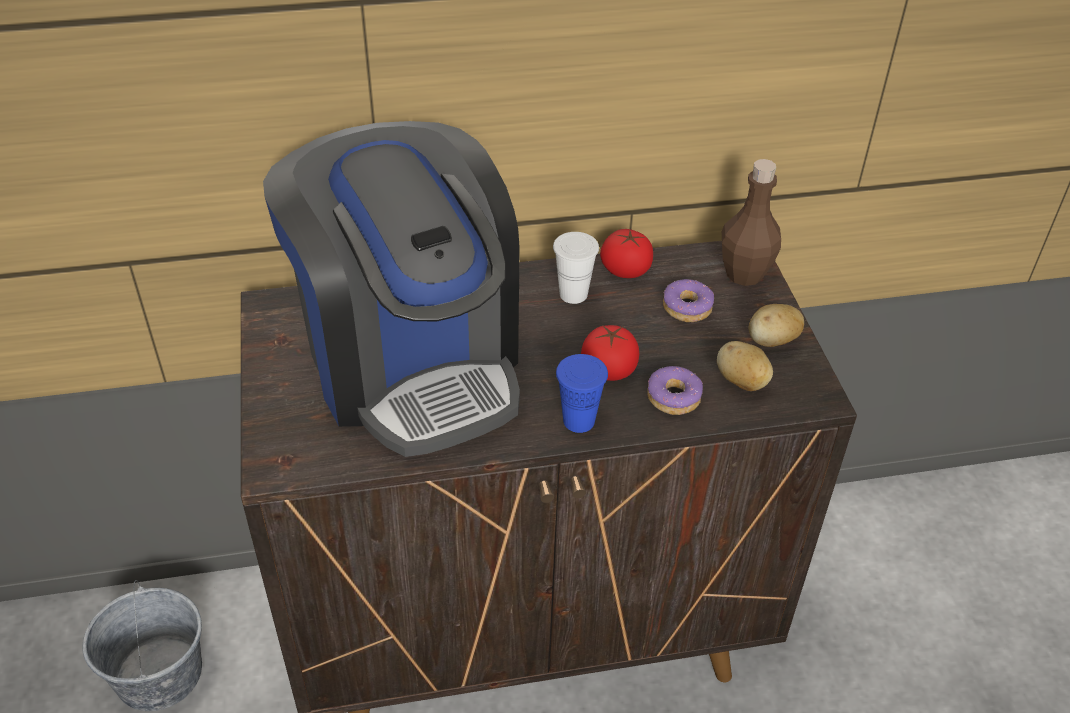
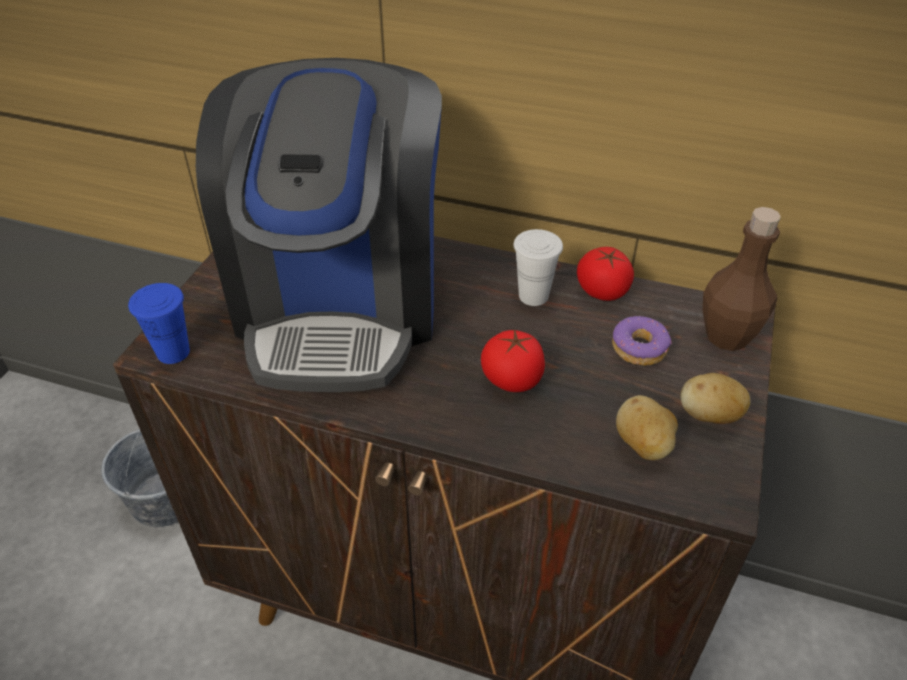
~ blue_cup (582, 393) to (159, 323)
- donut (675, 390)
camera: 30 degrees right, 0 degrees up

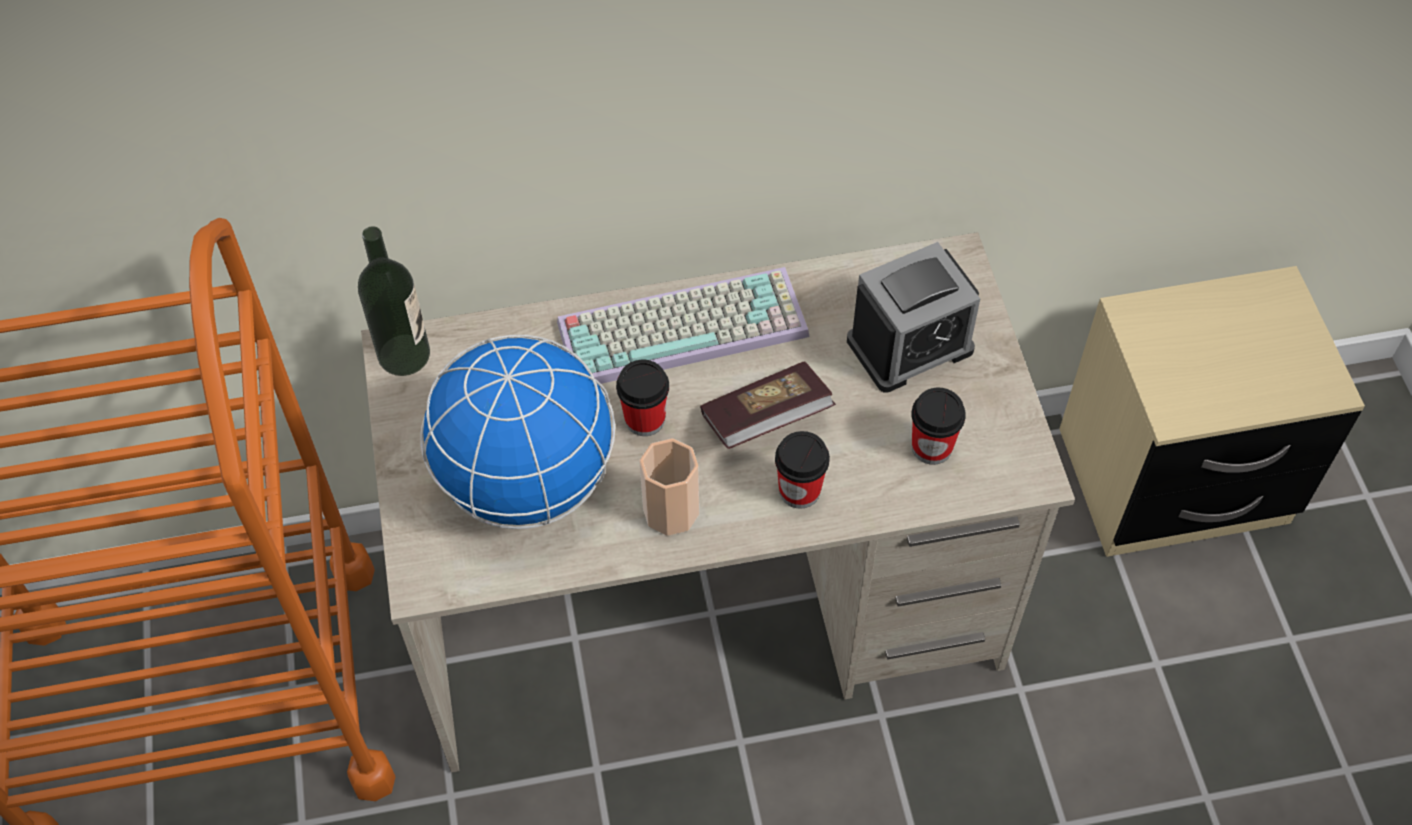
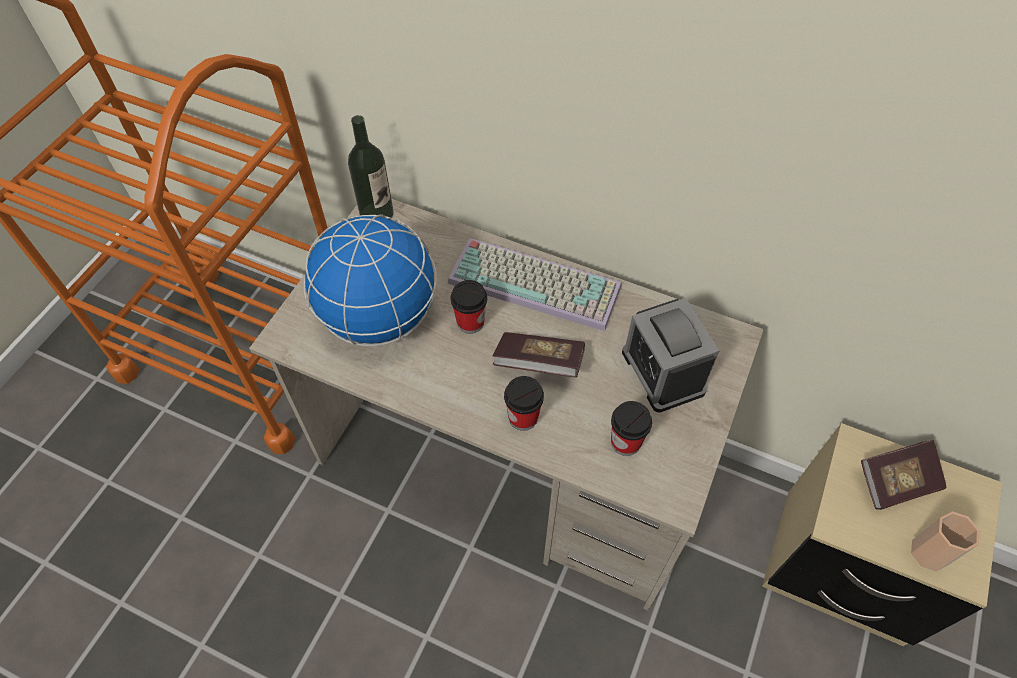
~ alarm_clock (913, 317) = (670, 355) 60 degrees clockwise
~ cup (669, 487) to (945, 541)
+ book (904, 475)
camera: 35 degrees right, 0 degrees up

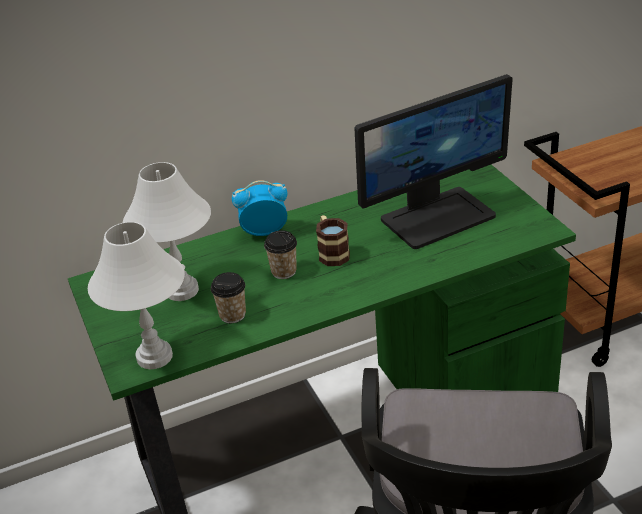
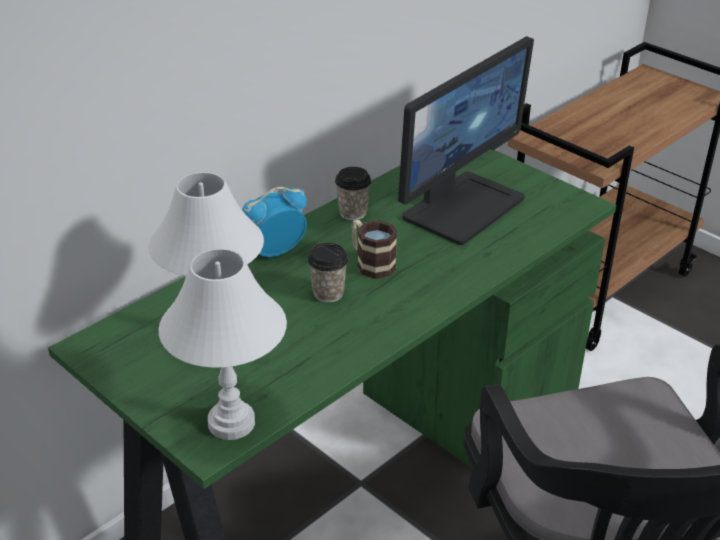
~ cup (228, 297) to (353, 193)
camera: 25 degrees left, 0 degrees up

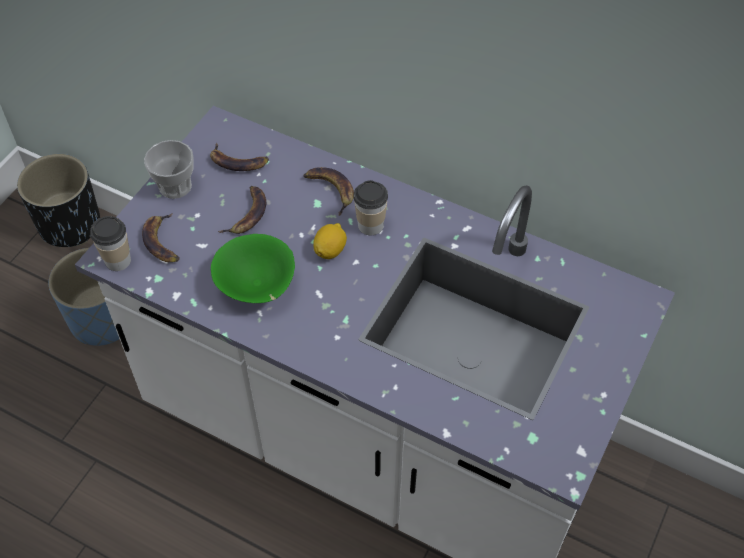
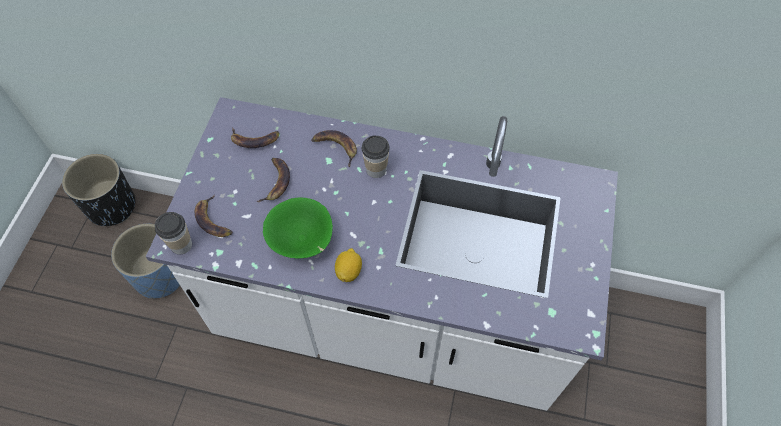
- cup (169, 169)
~ lemon (330, 241) to (348, 265)
camera: 15 degrees left, 5 degrees up

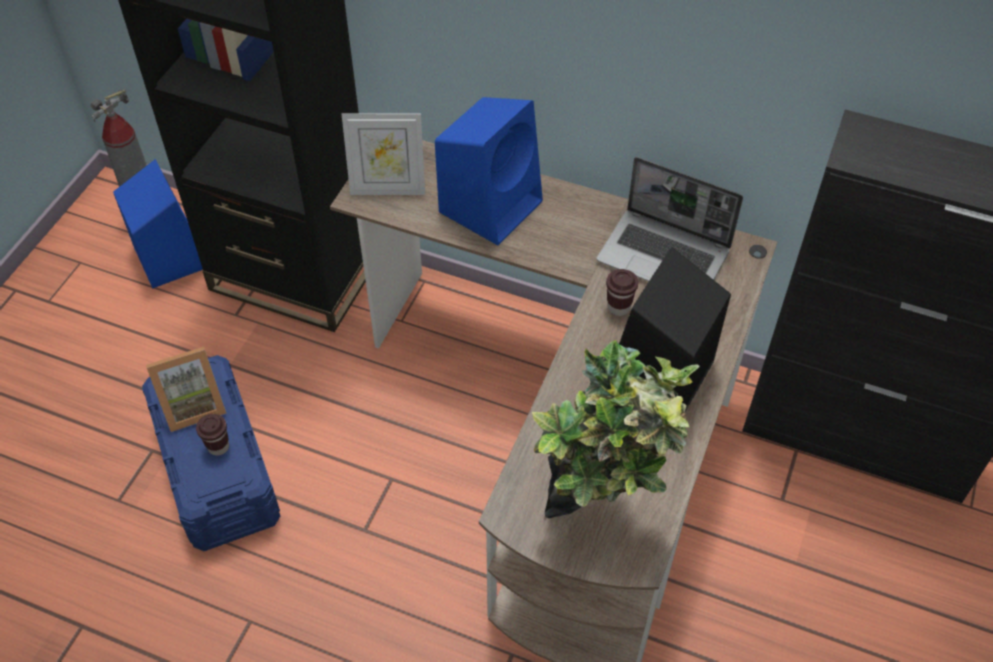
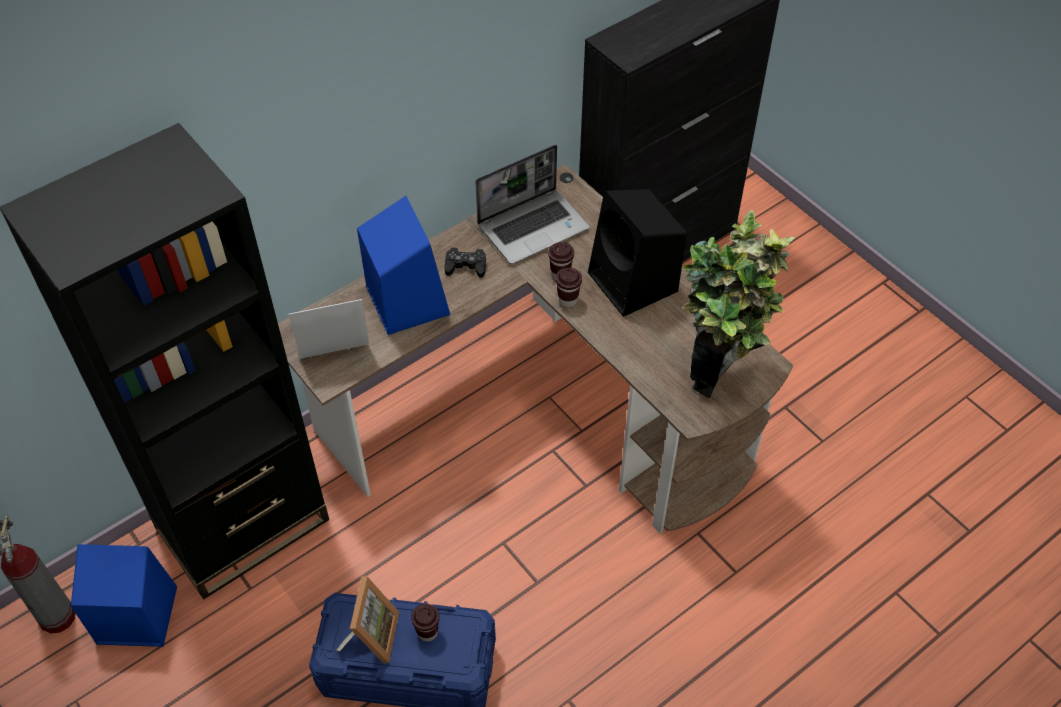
~ picture_frame (383, 154) = (329, 329) 135 degrees counterclockwise
+ black_game_controller (465, 262)
+ brown_cup (569, 287)
camera: 60 degrees left, 0 degrees up

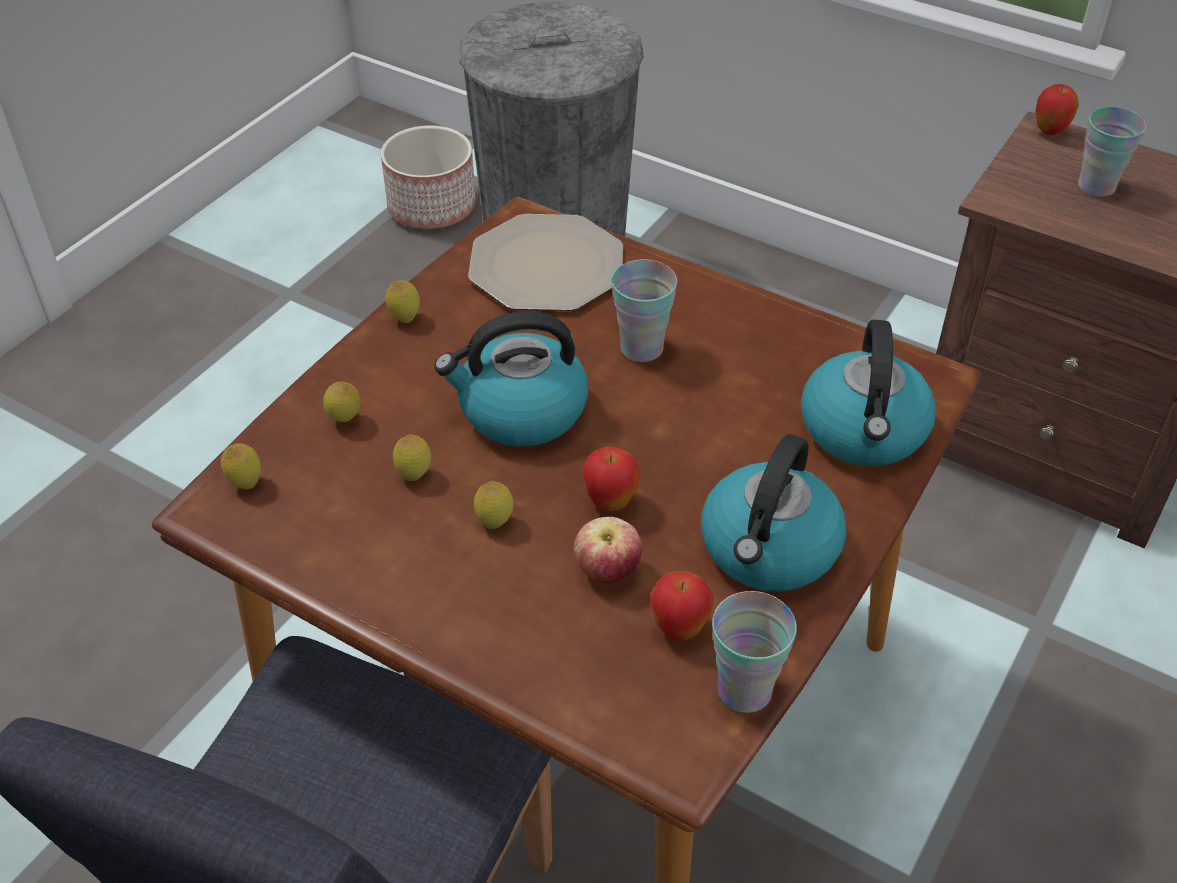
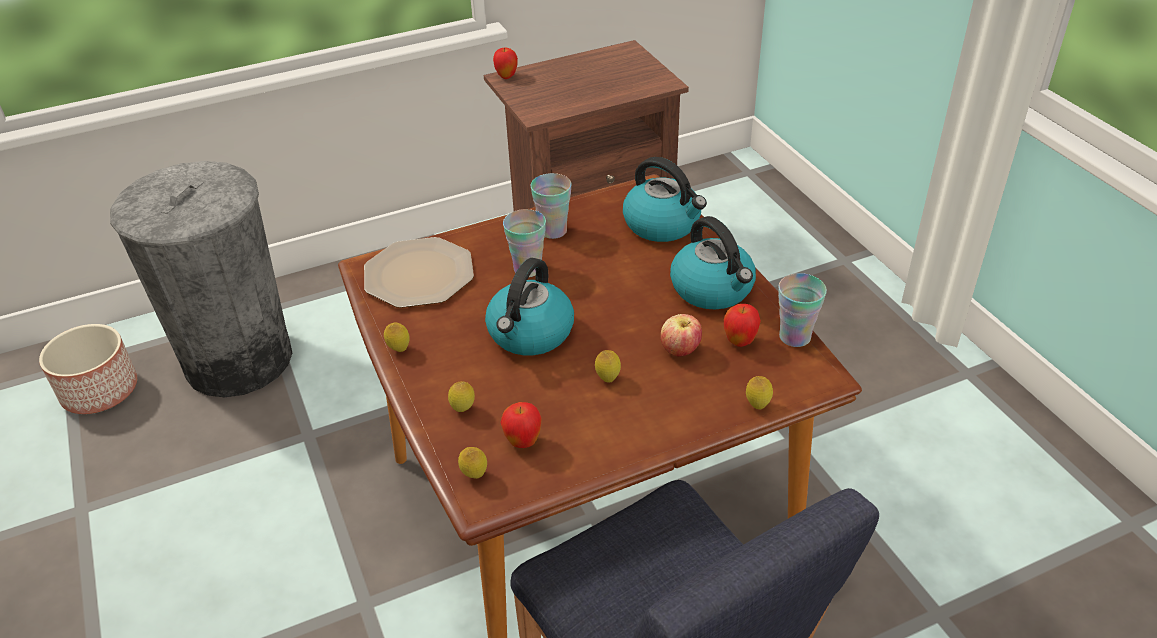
~ cup (1112, 152) to (551, 206)
~ lemon (412, 457) to (759, 393)
~ apple (611, 479) to (521, 425)
camera: 55 degrees left, 5 degrees down

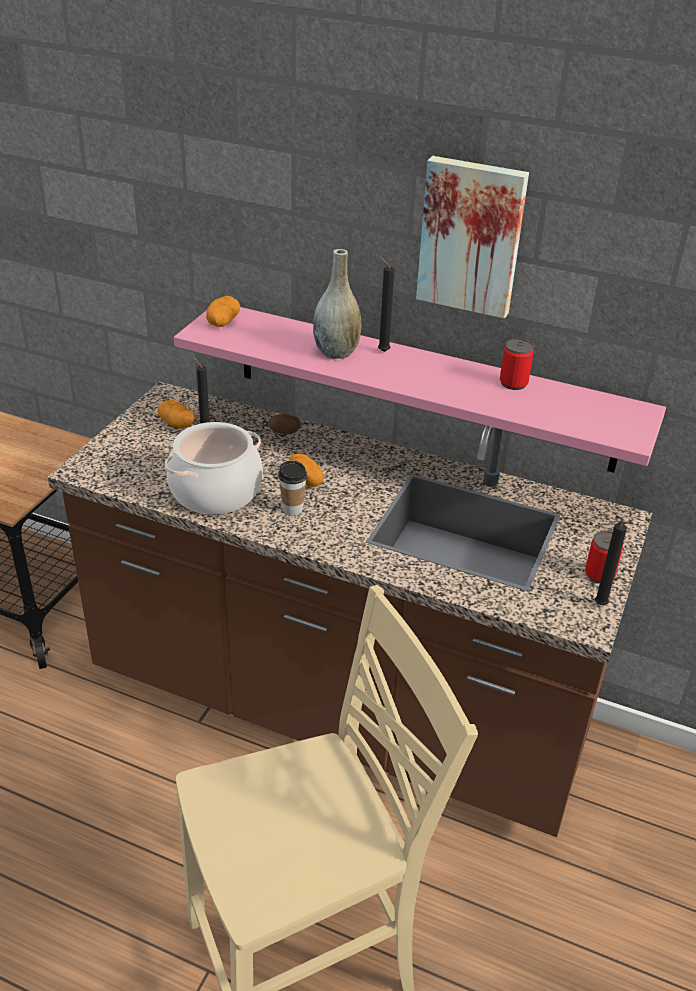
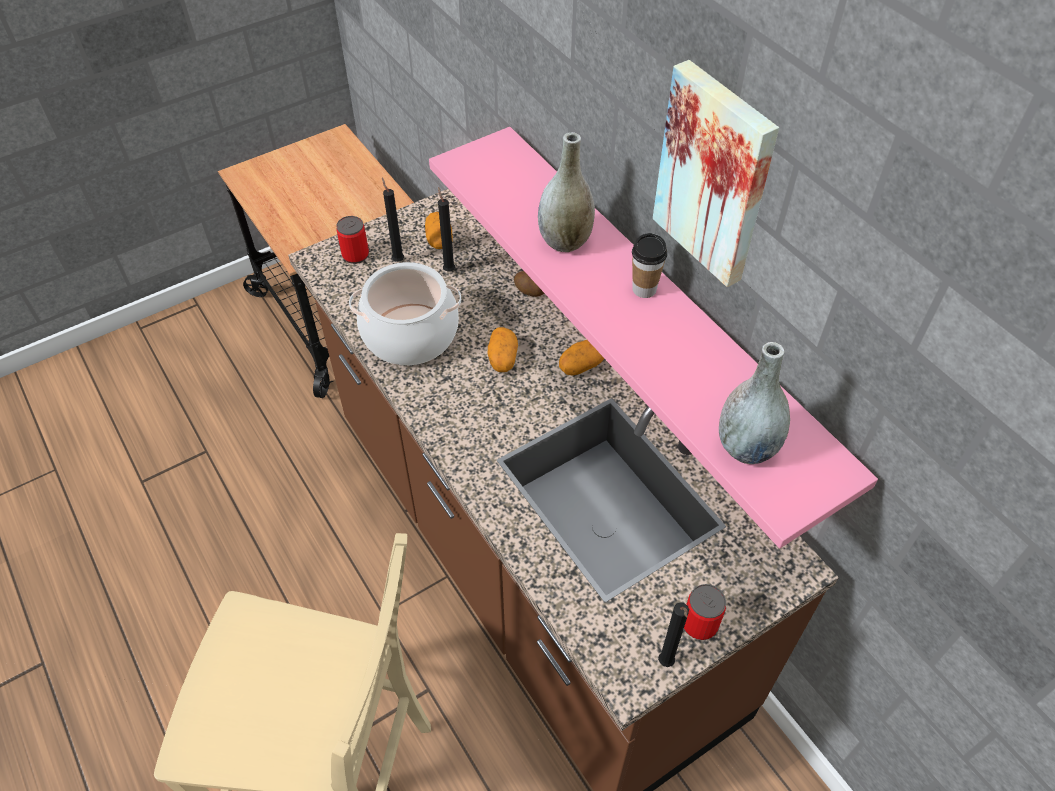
~ black_candle (386, 304) to (393, 220)
~ potato (223, 311) to (581, 358)
~ can (517, 364) to (352, 240)
~ cup (292, 488) to (649, 265)
+ grey_vase (754, 403)
camera: 35 degrees right, 15 degrees up

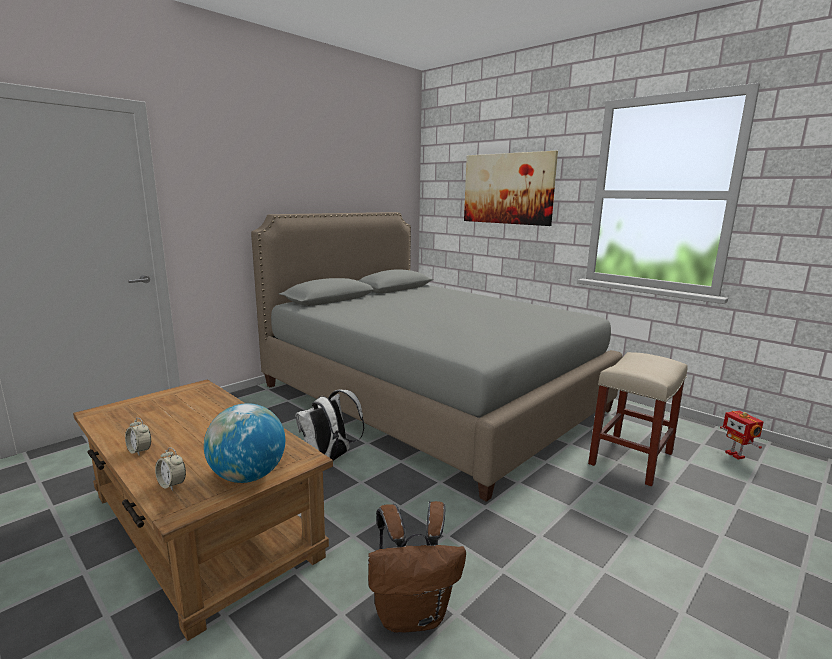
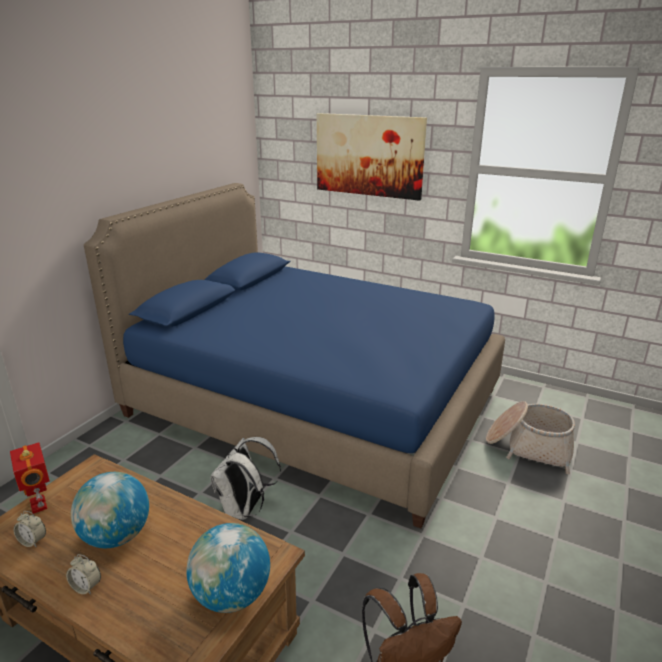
~ grey_bed (437, 357) to blue_bed (294, 355)
~ beige_stool (637, 419) to basket (530, 437)
~ toy_robot (741, 435) to (30, 478)
~ alarm_clock (170, 469) to (29, 529)
+ globe (110, 510)
camera: 15 degrees left, 10 degrees up

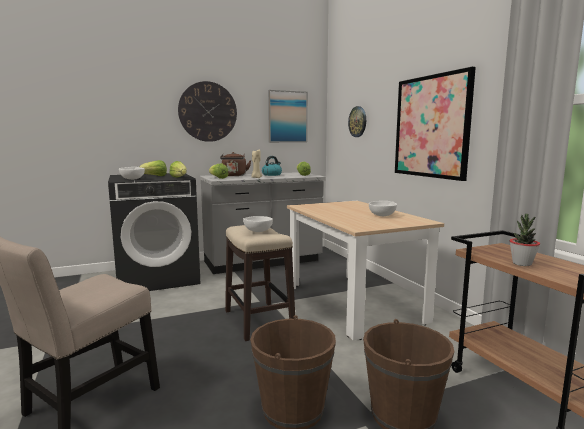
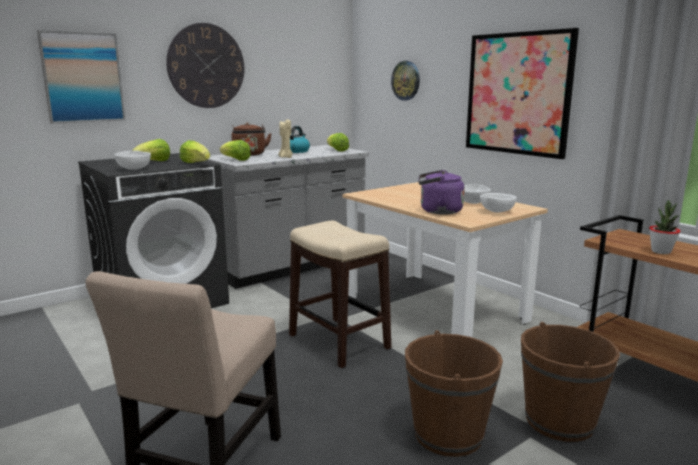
~ picture (288, 116) to (81, 77)
~ white_bowl (258, 224) to (498, 203)
+ purple_kettle (441, 192)
camera: 15 degrees left, 5 degrees up

